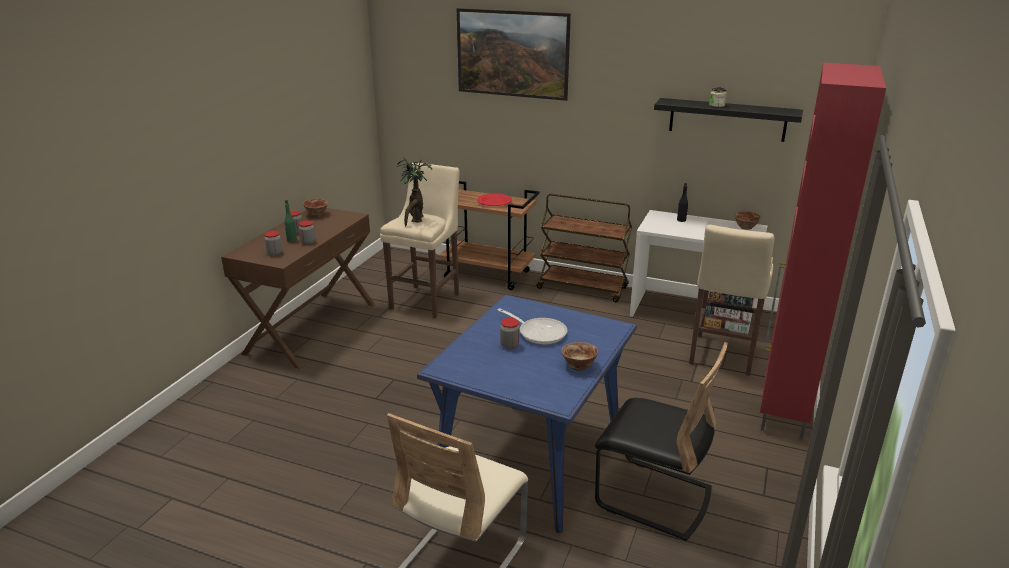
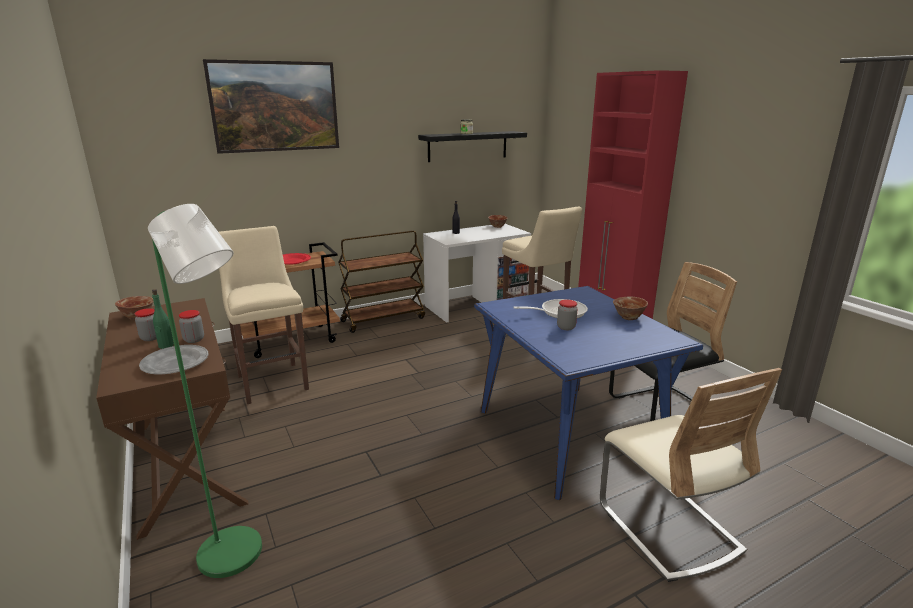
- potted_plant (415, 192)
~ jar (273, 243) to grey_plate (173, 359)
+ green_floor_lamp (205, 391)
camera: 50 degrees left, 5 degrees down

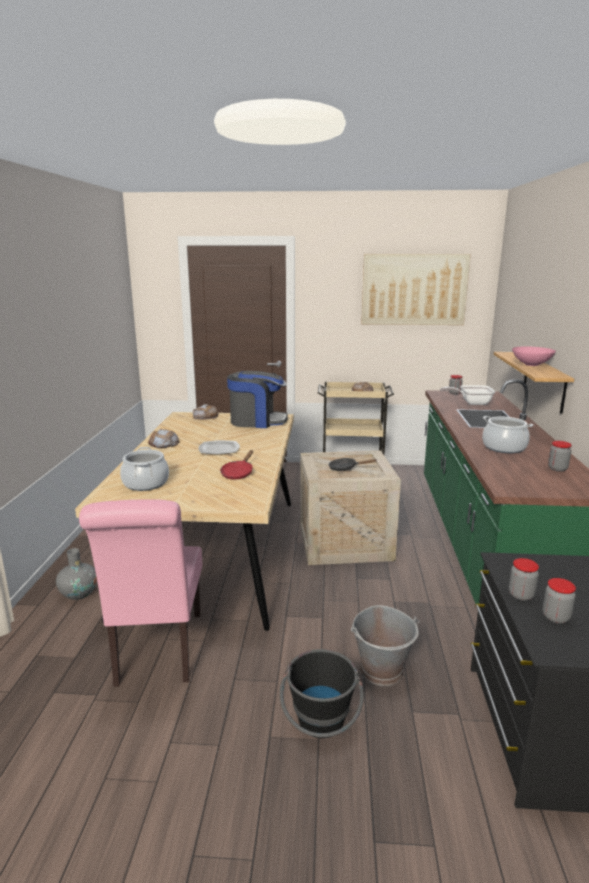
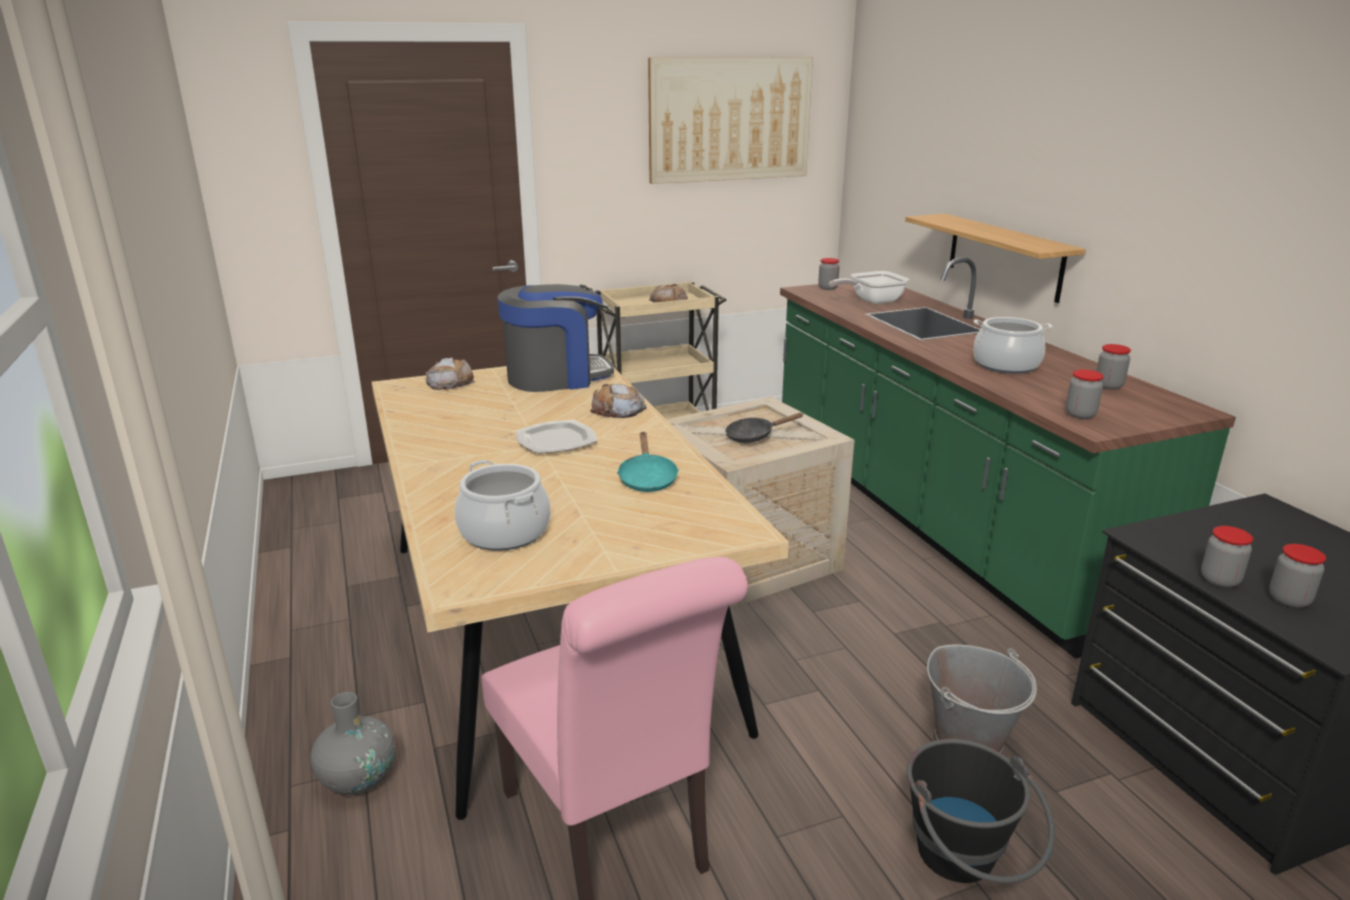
- pink_bowl (534, 356)
~ bread (164, 438) to (618, 401)
~ red_frying_pan (236, 465) to turquoise_frying_pan (648, 462)
+ jar (1085, 394)
camera: 25 degrees left, 5 degrees up

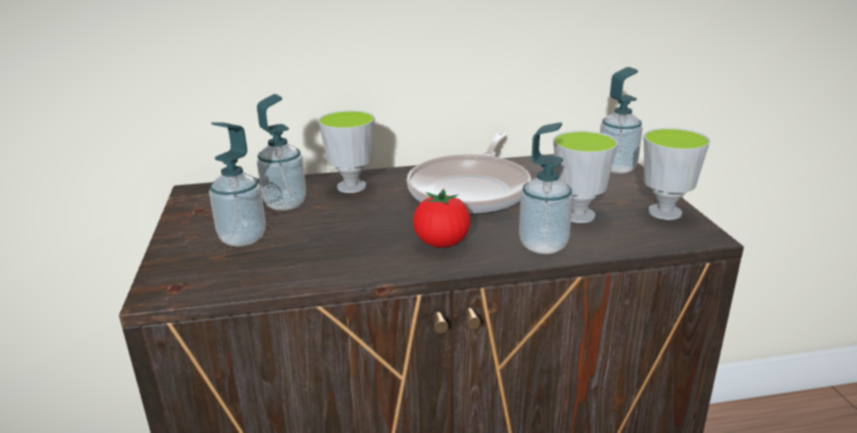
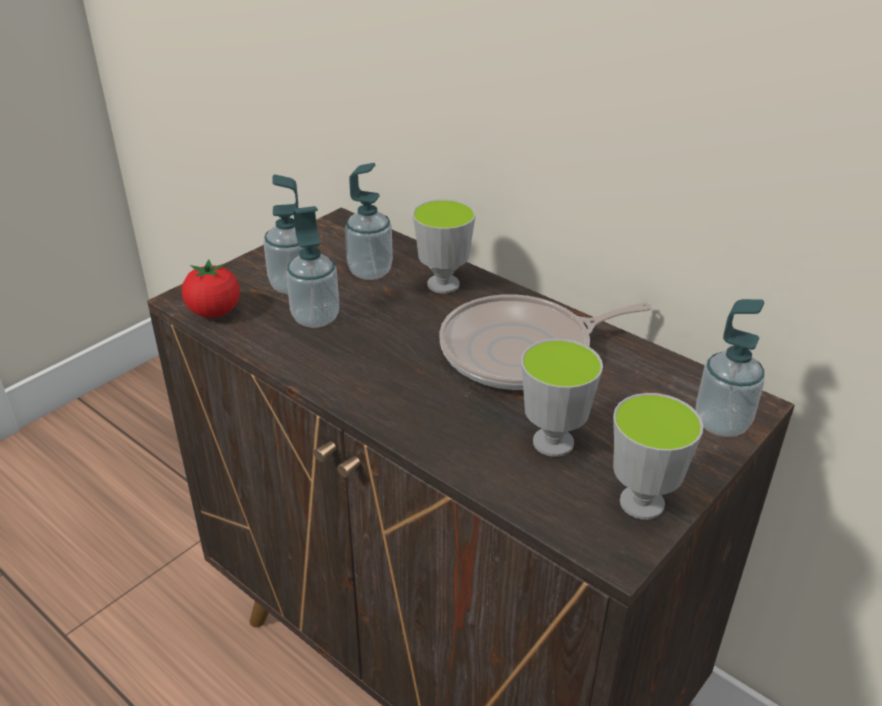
~ soap_dispenser (546, 188) to (312, 267)
~ tomato (442, 218) to (211, 288)
camera: 50 degrees right, 10 degrees up

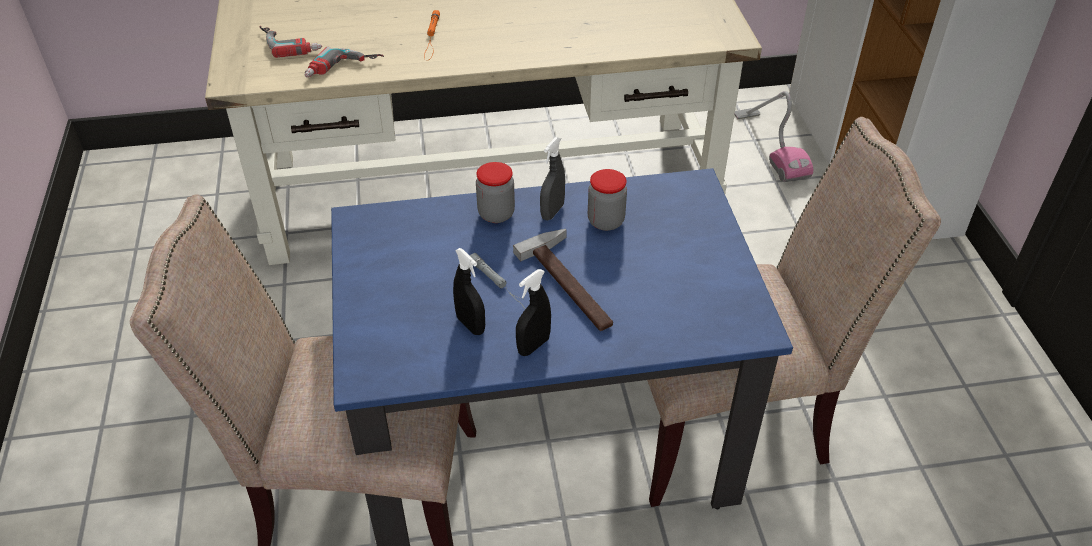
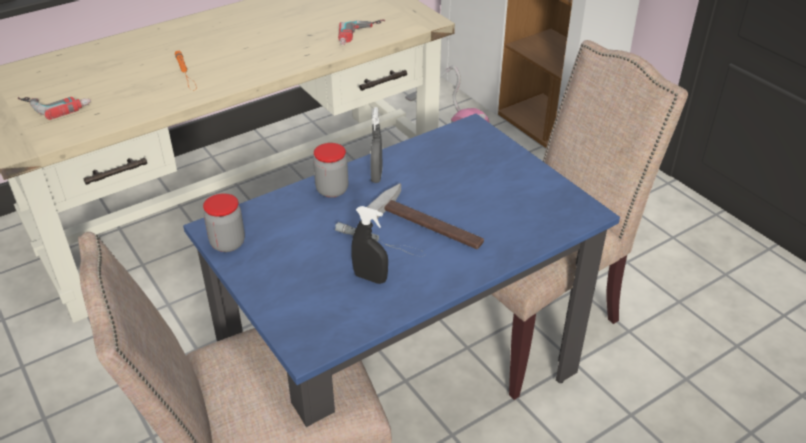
~ power_drill (344, 61) to (361, 32)
~ jar (607, 200) to (224, 222)
- black_spray_bottle (533, 312)
camera: 25 degrees left, 5 degrees down

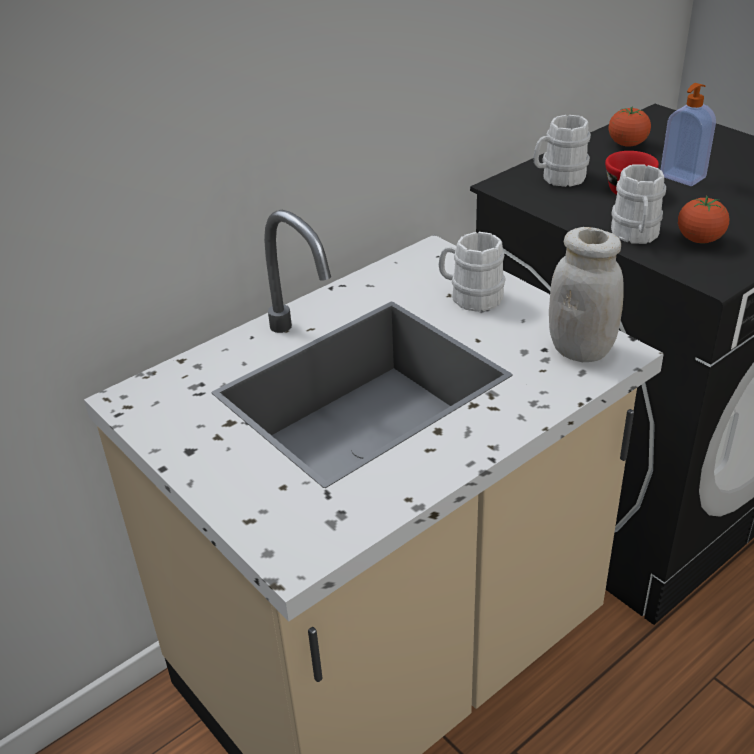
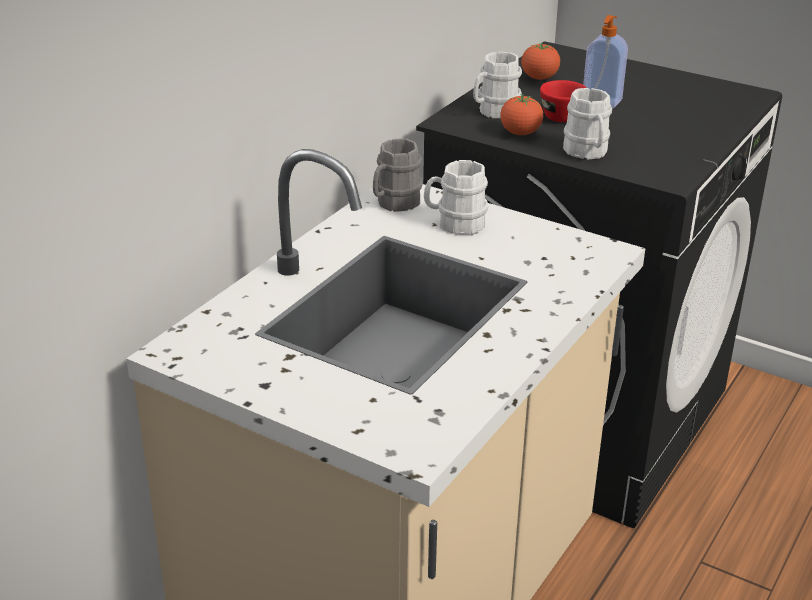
~ tomato (703, 219) to (521, 114)
- white_jar (586, 294)
+ grey_mug (398, 175)
camera: 20 degrees left, 5 degrees down

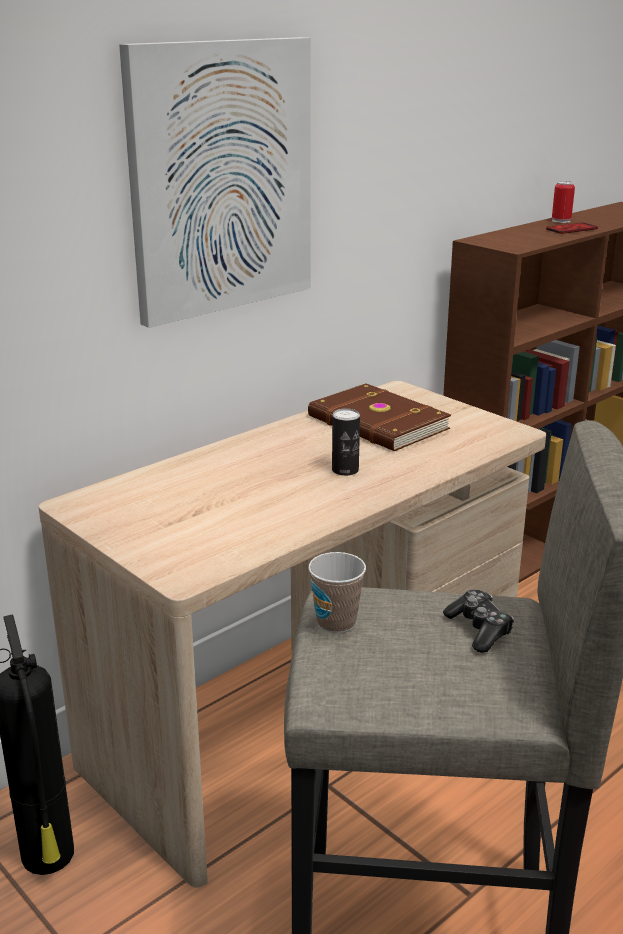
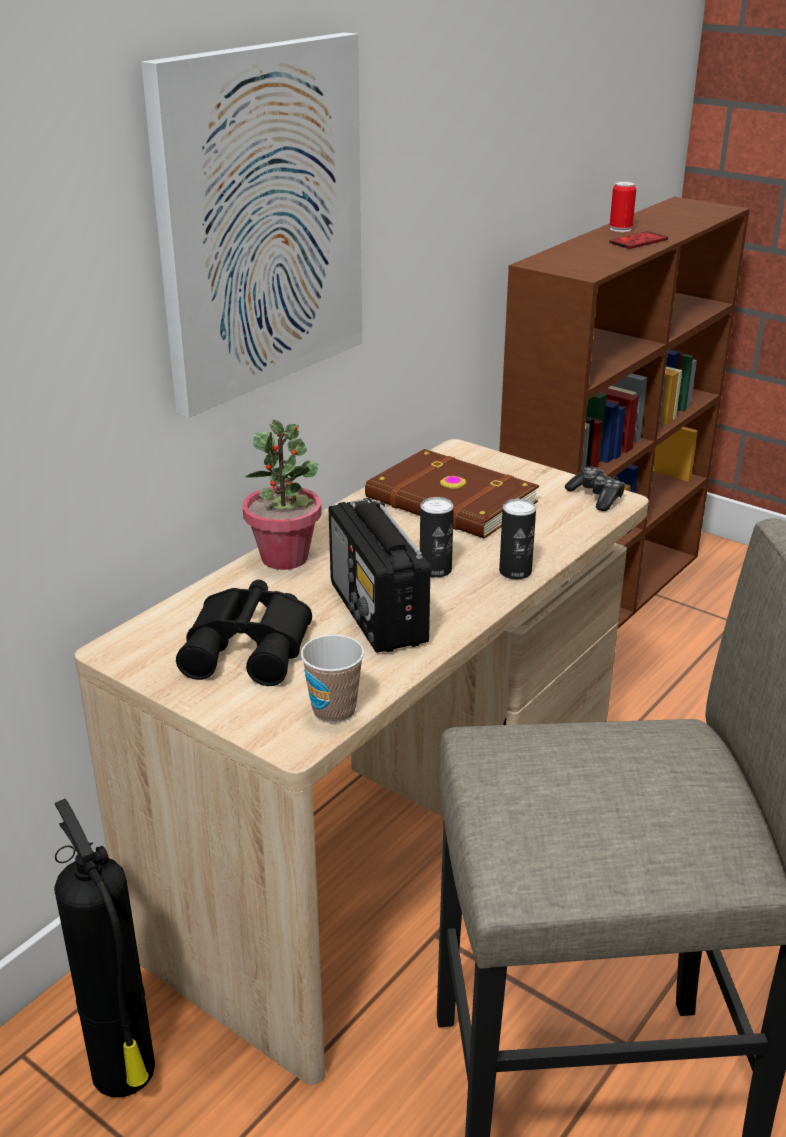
~ cup (337, 592) to (332, 679)
~ game_controller (478, 621) to (595, 489)
+ potted_plant (282, 495)
+ radio (379, 575)
+ can (517, 539)
+ black_binoculars (244, 633)
camera: 10 degrees left, 5 degrees up

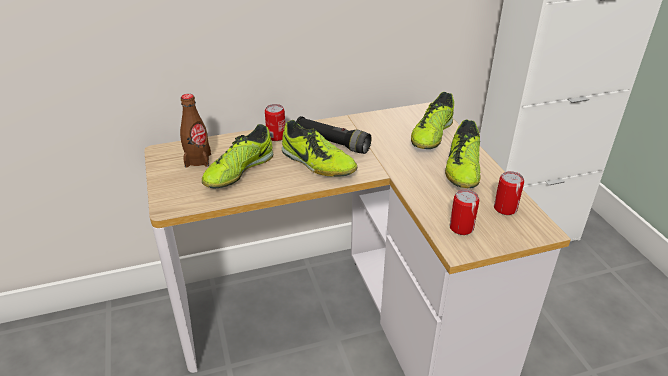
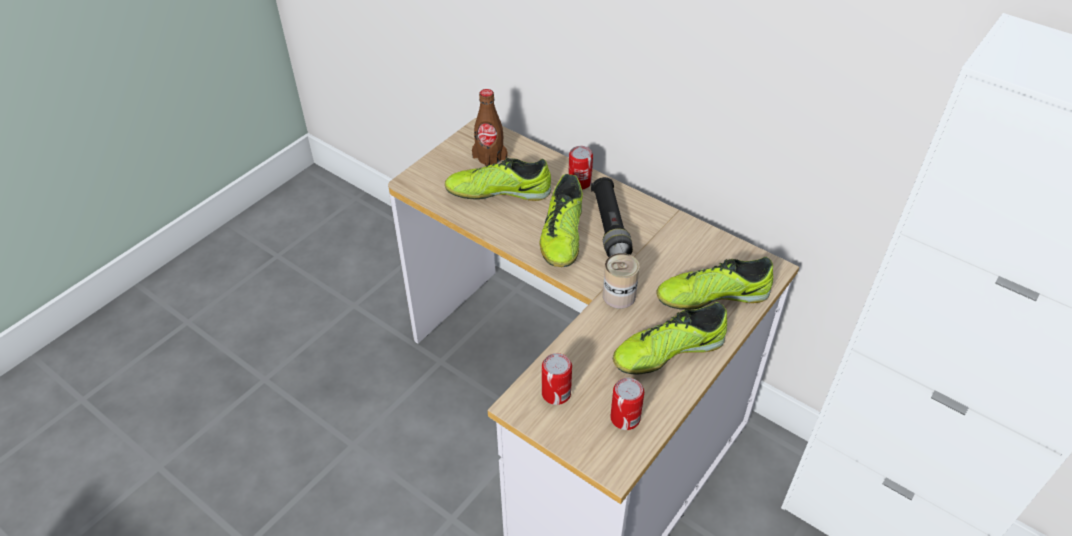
+ can (621, 280)
camera: 55 degrees right, 10 degrees up

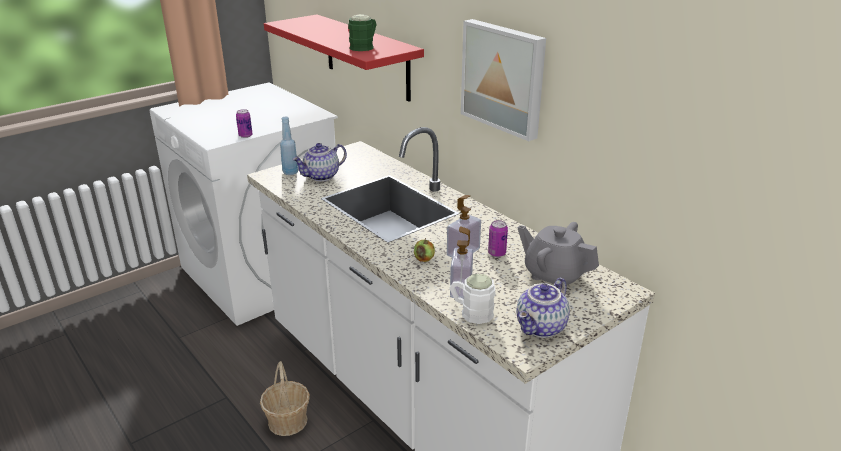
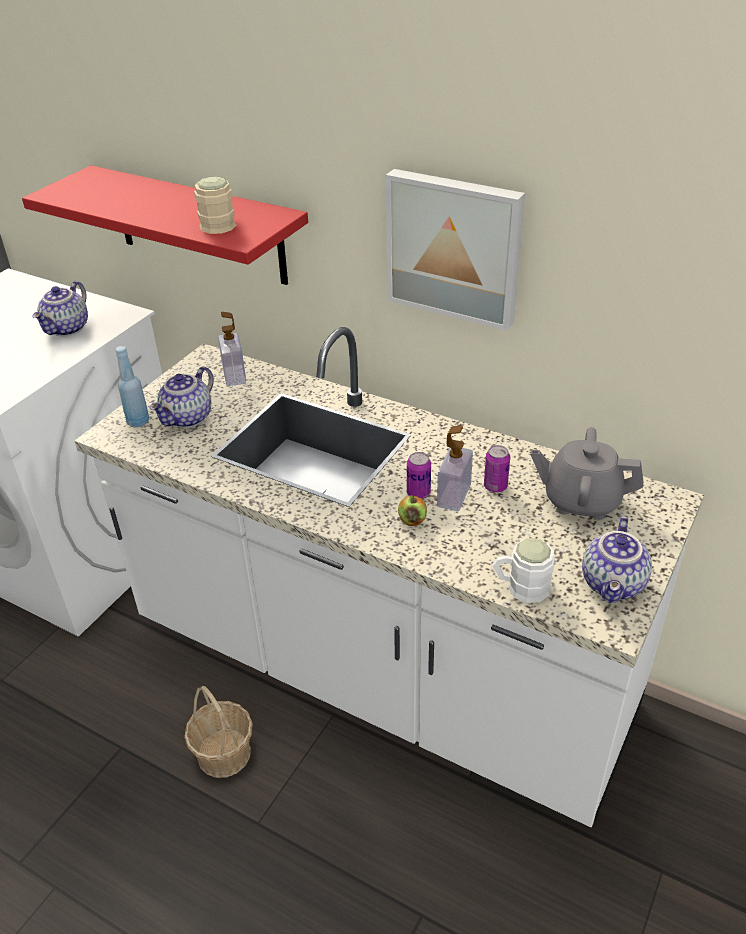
~ green_mug (362, 32) to beige_mug (215, 205)
~ can (244, 123) to (419, 475)
~ soap_dispenser (461, 262) to (232, 349)
+ teapot (60, 308)
camera: 20 degrees left, 10 degrees up

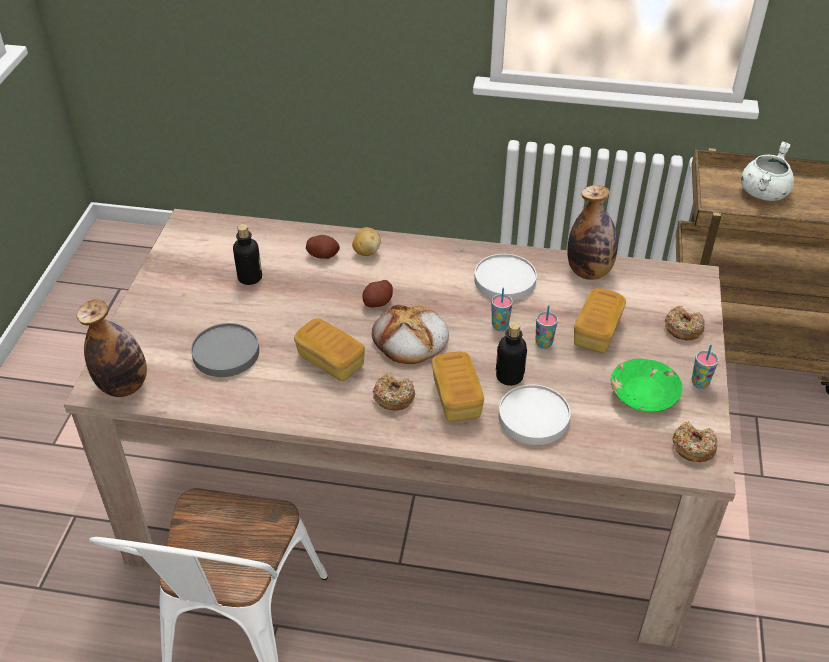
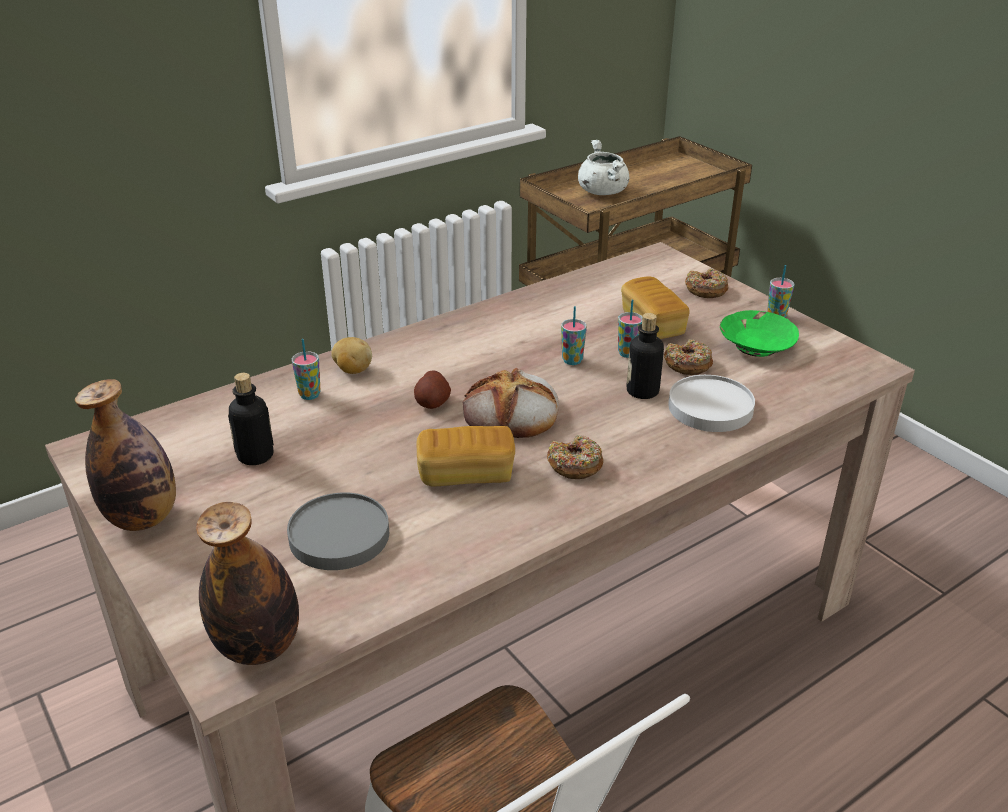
~ bottle (592, 232) to (125, 455)
~ potato (323, 247) to cup (306, 369)
- white_plate (505, 277)
- bread (458, 387)
~ donut (695, 441) to (688, 357)
camera: 45 degrees left, 10 degrees down

